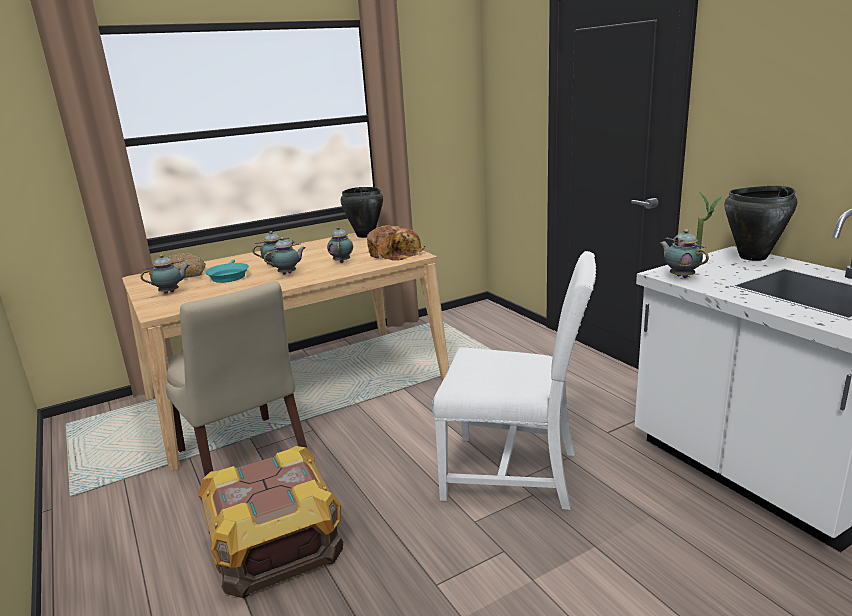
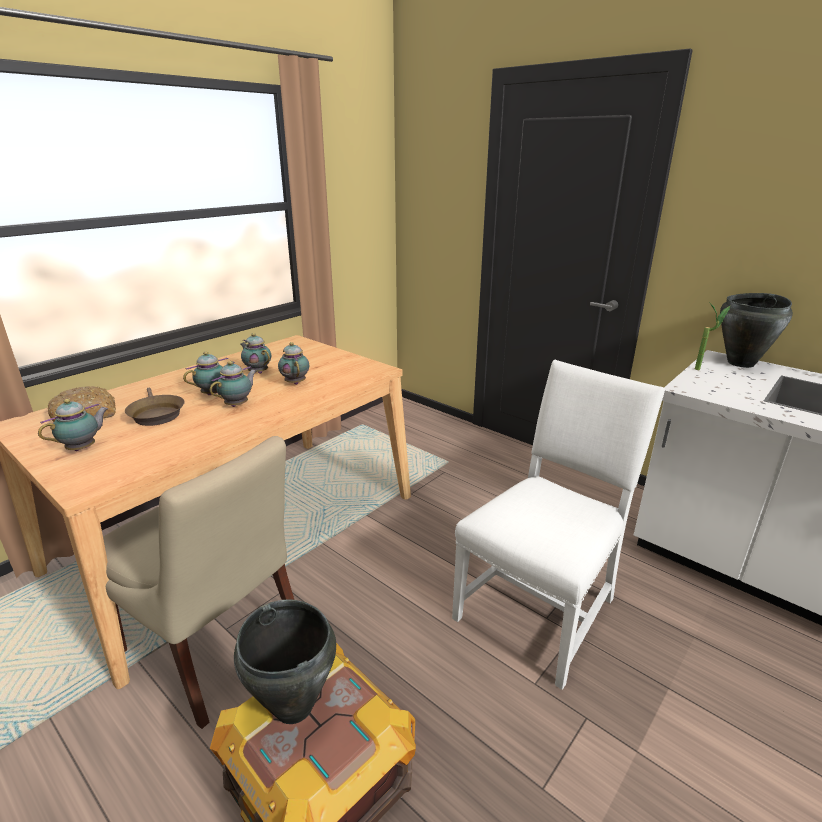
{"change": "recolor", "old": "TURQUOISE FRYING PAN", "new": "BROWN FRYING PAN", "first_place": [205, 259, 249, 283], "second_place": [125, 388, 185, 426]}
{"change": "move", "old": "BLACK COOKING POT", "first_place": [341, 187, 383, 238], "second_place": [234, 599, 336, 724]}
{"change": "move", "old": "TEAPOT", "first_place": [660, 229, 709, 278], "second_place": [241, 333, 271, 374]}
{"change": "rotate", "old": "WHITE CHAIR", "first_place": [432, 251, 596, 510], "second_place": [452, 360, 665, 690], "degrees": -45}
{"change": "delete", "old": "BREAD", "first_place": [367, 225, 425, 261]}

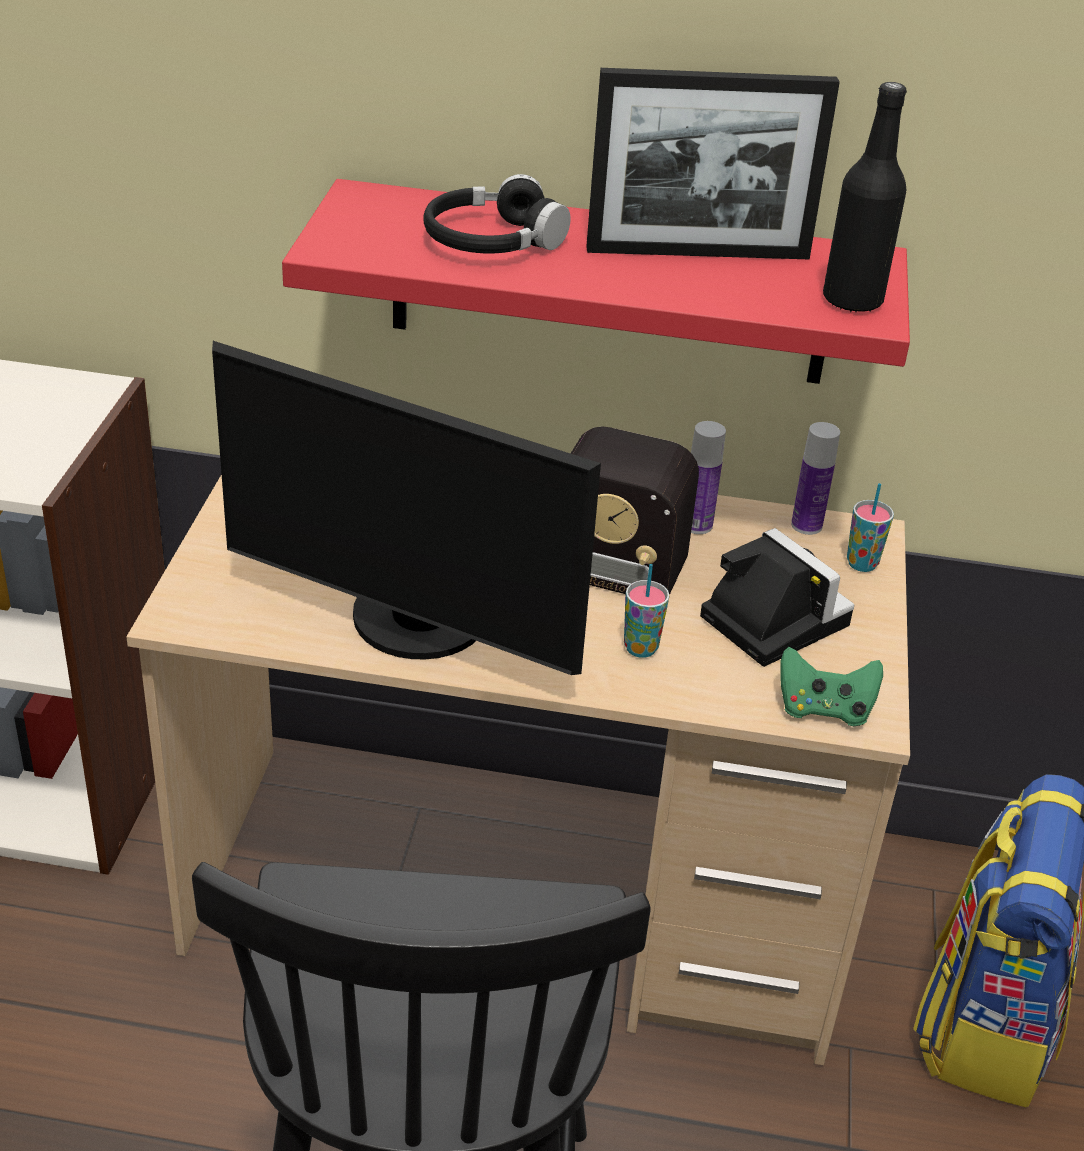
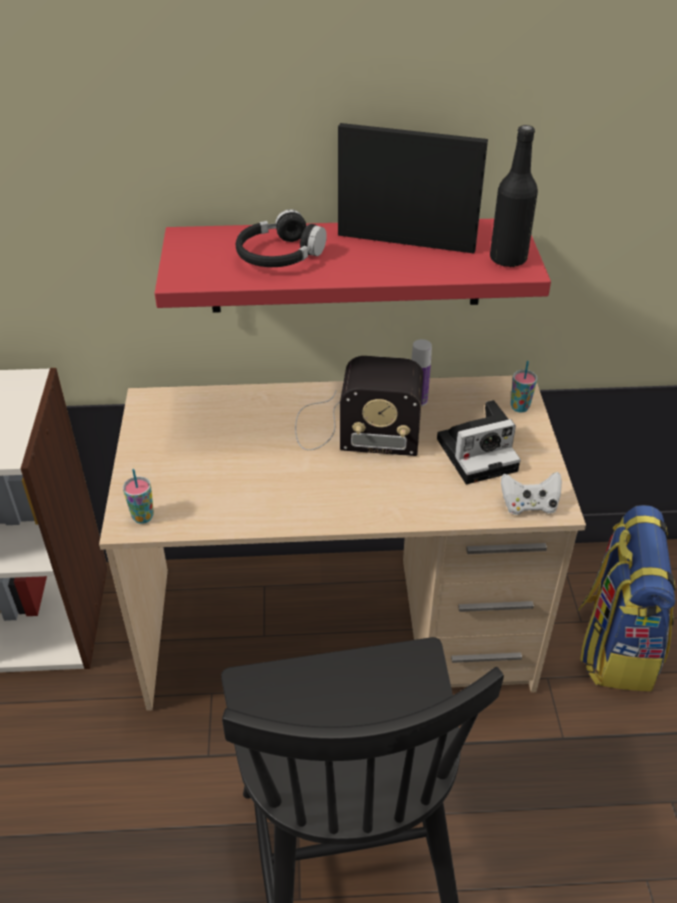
{"change": "move", "old": "CUP", "first_place": [624, 564, 669, 658], "second_place": [123, 469, 154, 524]}
{"change": "rotate", "old": "PICTURE FRAME", "first_place": [586, 68, 840, 259], "second_place": [338, 123, 488, 253], "degrees": -150}
{"change": "rotate", "old": "PHOTO CAMERA", "first_place": [700, 528, 854, 667], "second_place": [437, 400, 521, 484], "degrees": 120}
{"change": "recolor", "old": "GREEN GAME CONTROLLER", "new": "WHITE GAME CONTROLLER", "first_place": [780, 647, 883, 726], "second_place": [501, 472, 562, 515]}
{"change": "delete", "old": "MONITOR", "first_place": [212, 341, 601, 675]}
{"change": "delete", "old": "BOTTLE", "first_place": [791, 422, 840, 535]}

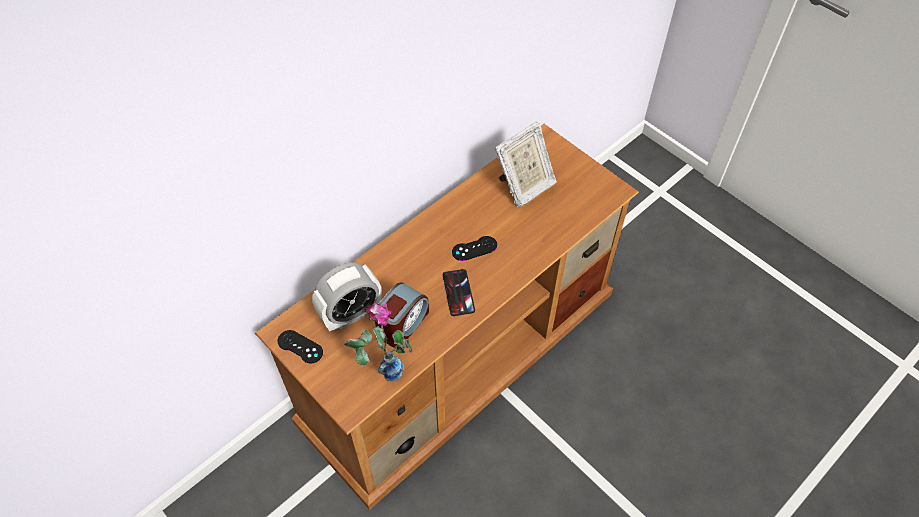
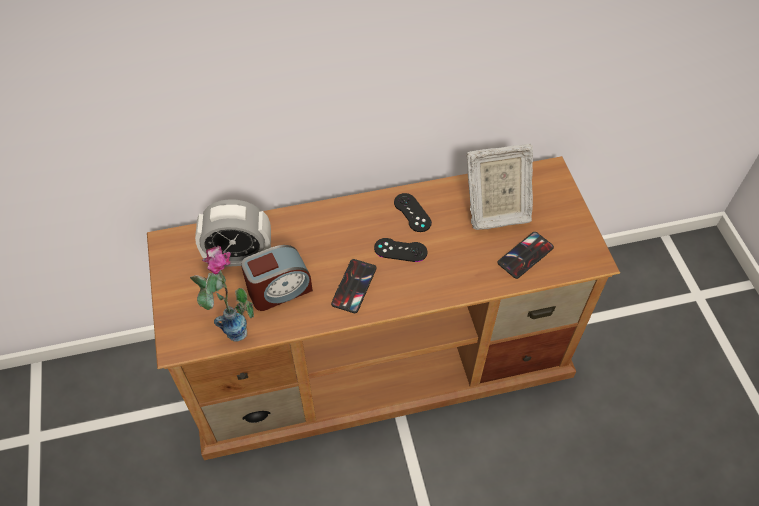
{"change": "move", "old": "BLACK GAME CONTROLLER", "first_place": [277, 330, 323, 363], "second_place": [394, 193, 432, 232]}
{"change": "insert", "new": "PHONE", "second_place": [497, 232, 554, 279]}

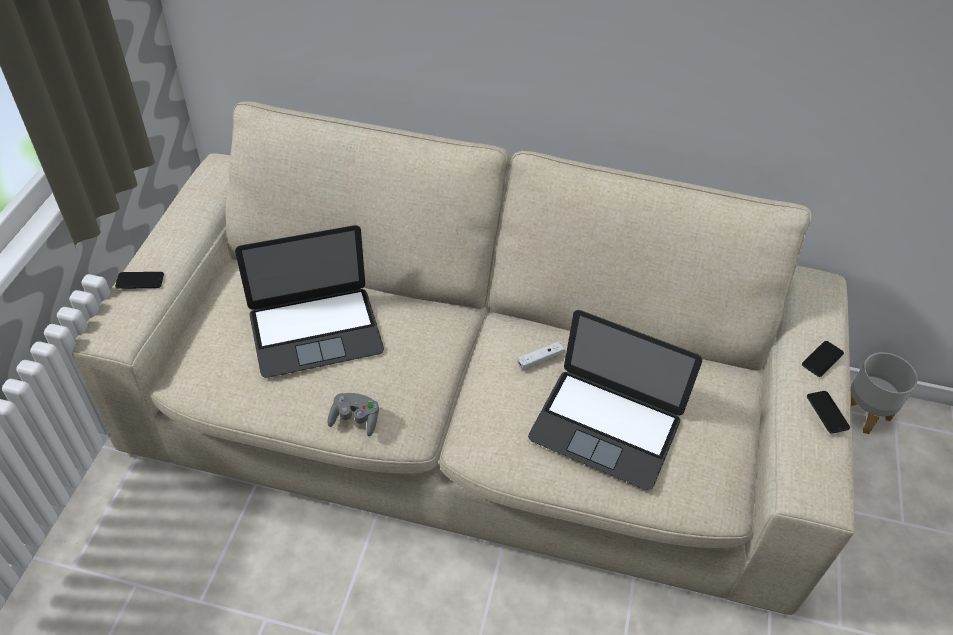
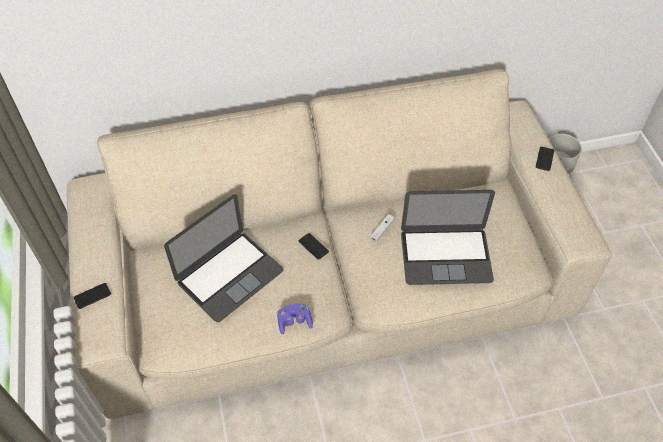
{"change": "recolor", "old": "GREY GAME CONTROLLER", "new": "PURPLE GAME CONTROLLER", "first_place": [327, 393, 379, 436], "second_place": [277, 304, 313, 334]}
{"change": "move", "old": "PHONE", "first_place": [807, 391, 850, 434], "second_place": [299, 233, 329, 260]}

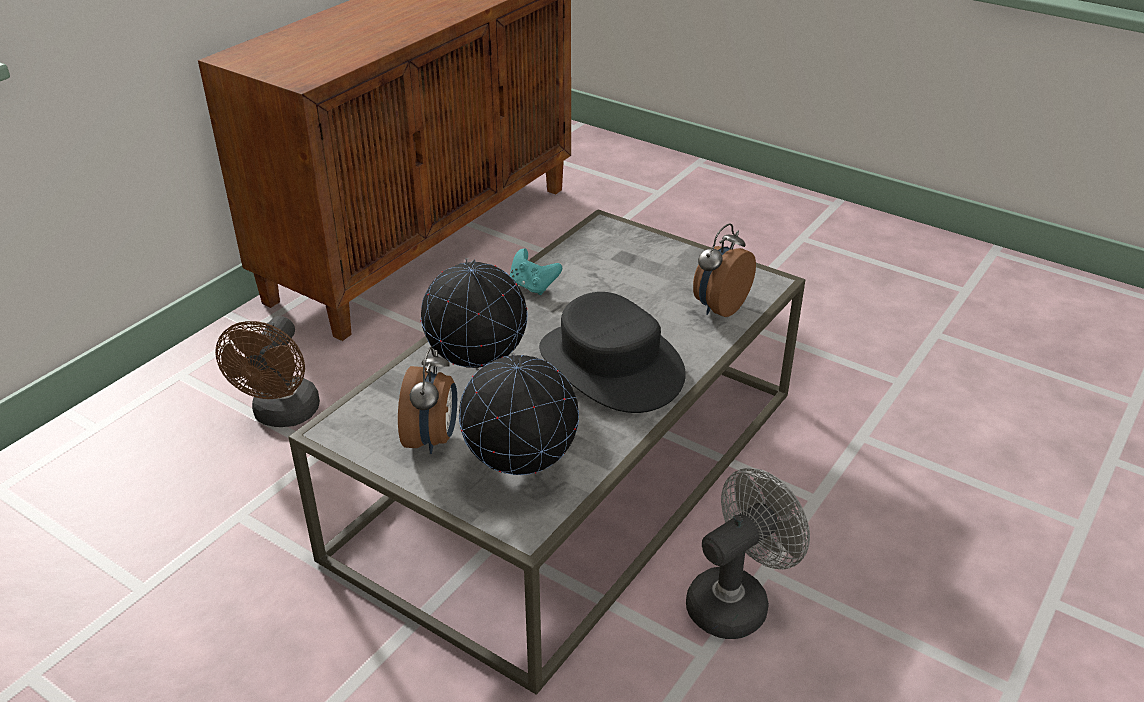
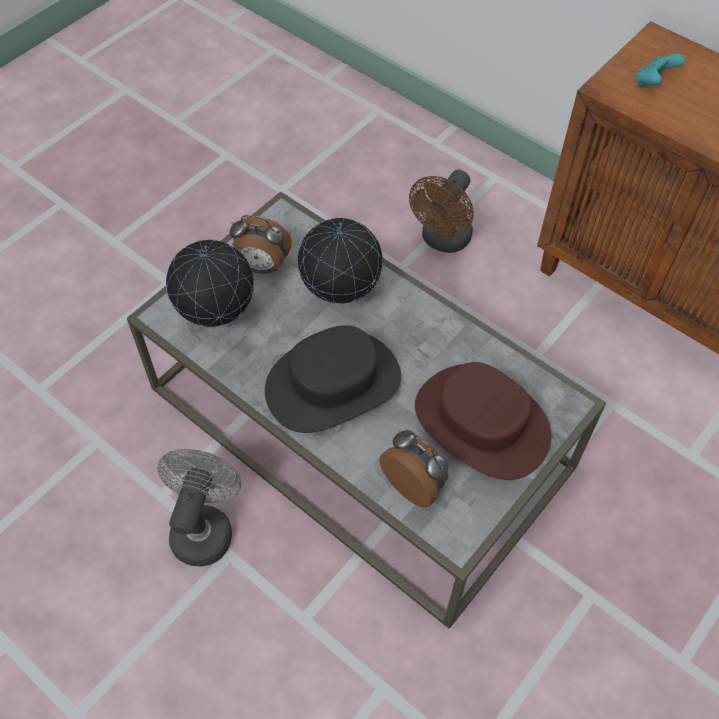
{"change": "rotate", "old": "GREY FAN", "first_place": [686, 468, 810, 639], "second_place": [157, 449, 241, 567], "degrees": -135}
{"change": "rotate", "old": "BROWN FAN", "first_place": [215, 316, 320, 427], "second_place": [409, 169, 474, 253], "degrees": -75}
{"change": "insert", "new": "BROWN HAT", "second_place": [415, 362, 551, 480]}
{"change": "move", "old": "TURQUOISE GAME CONTROLLER", "first_place": [510, 248, 562, 295], "second_place": [635, 54, 685, 87]}

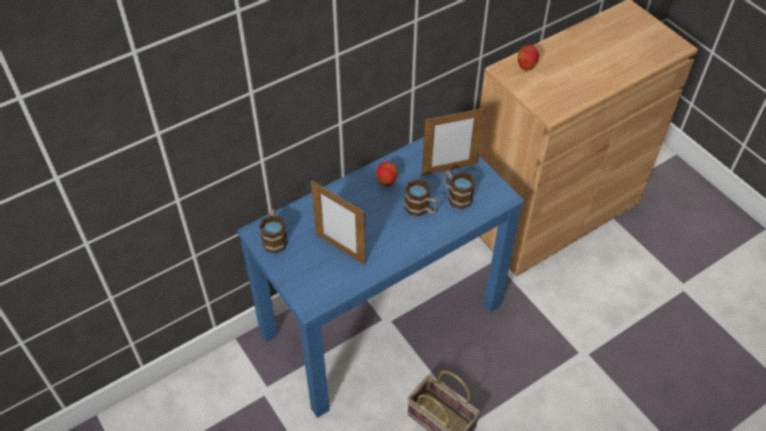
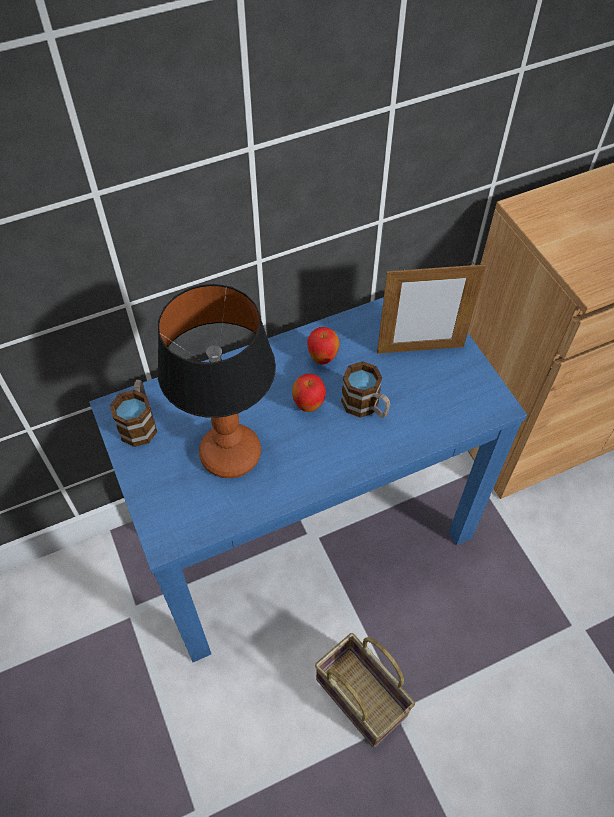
{"change": "replace", "old": "PICTURE FRAME", "new": "TABLE LAMP", "first_place": [311, 180, 366, 265], "second_place": [157, 284, 276, 478]}
{"change": "move", "old": "APPLE", "first_place": [518, 45, 539, 71], "second_place": [292, 374, 326, 412]}
{"change": "delete", "old": "MUG", "first_place": [444, 171, 475, 209]}

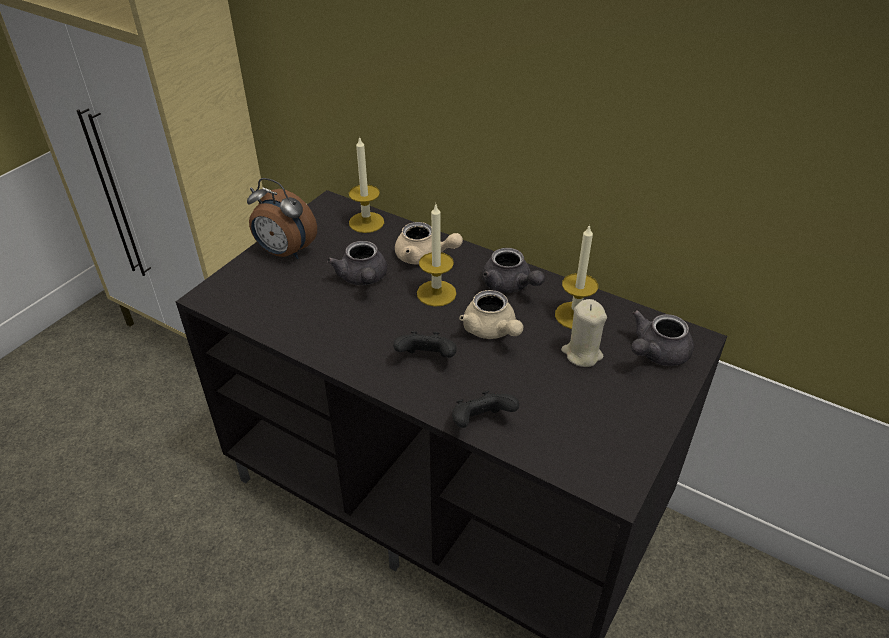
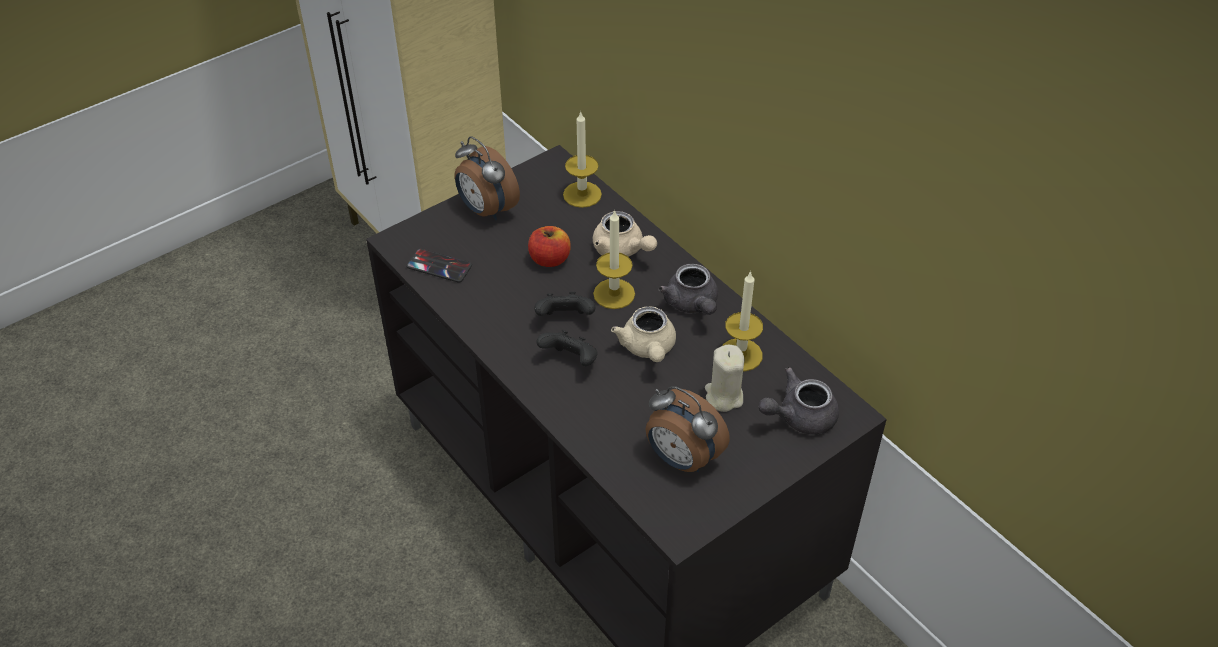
{"change": "insert", "new": "PHONE", "second_place": [406, 249, 472, 283]}
{"change": "replace", "old": "GREY TEAPOT", "new": "APPLE", "first_place": [327, 241, 387, 285], "second_place": [528, 226, 571, 267]}
{"change": "move", "old": "BLACK GAME CONTROLLER", "first_place": [452, 391, 519, 428], "second_place": [535, 291, 595, 316]}
{"change": "insert", "new": "ALARM CLOCK", "second_place": [645, 386, 730, 472]}

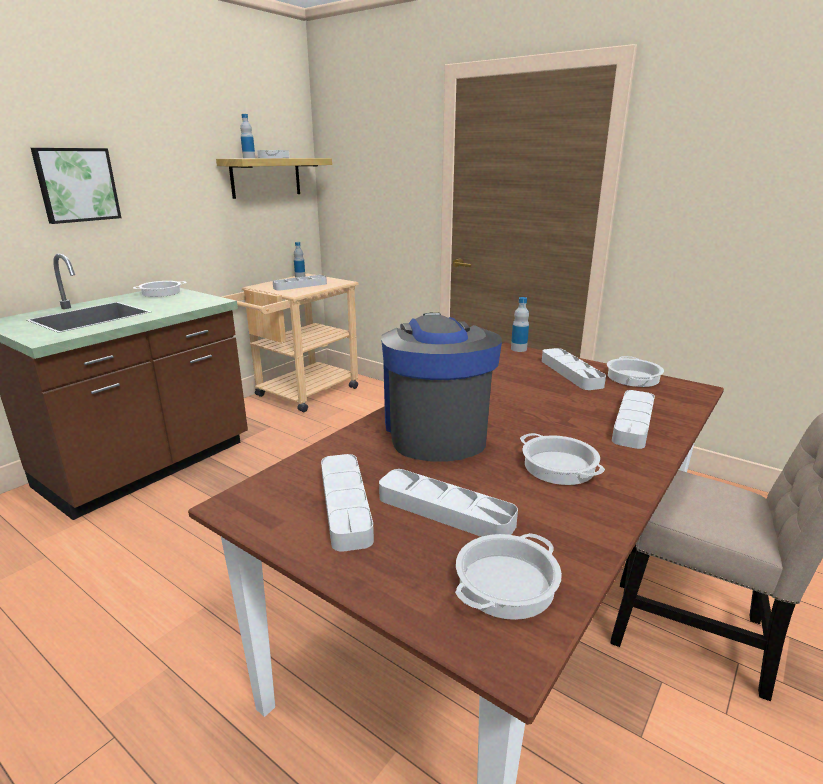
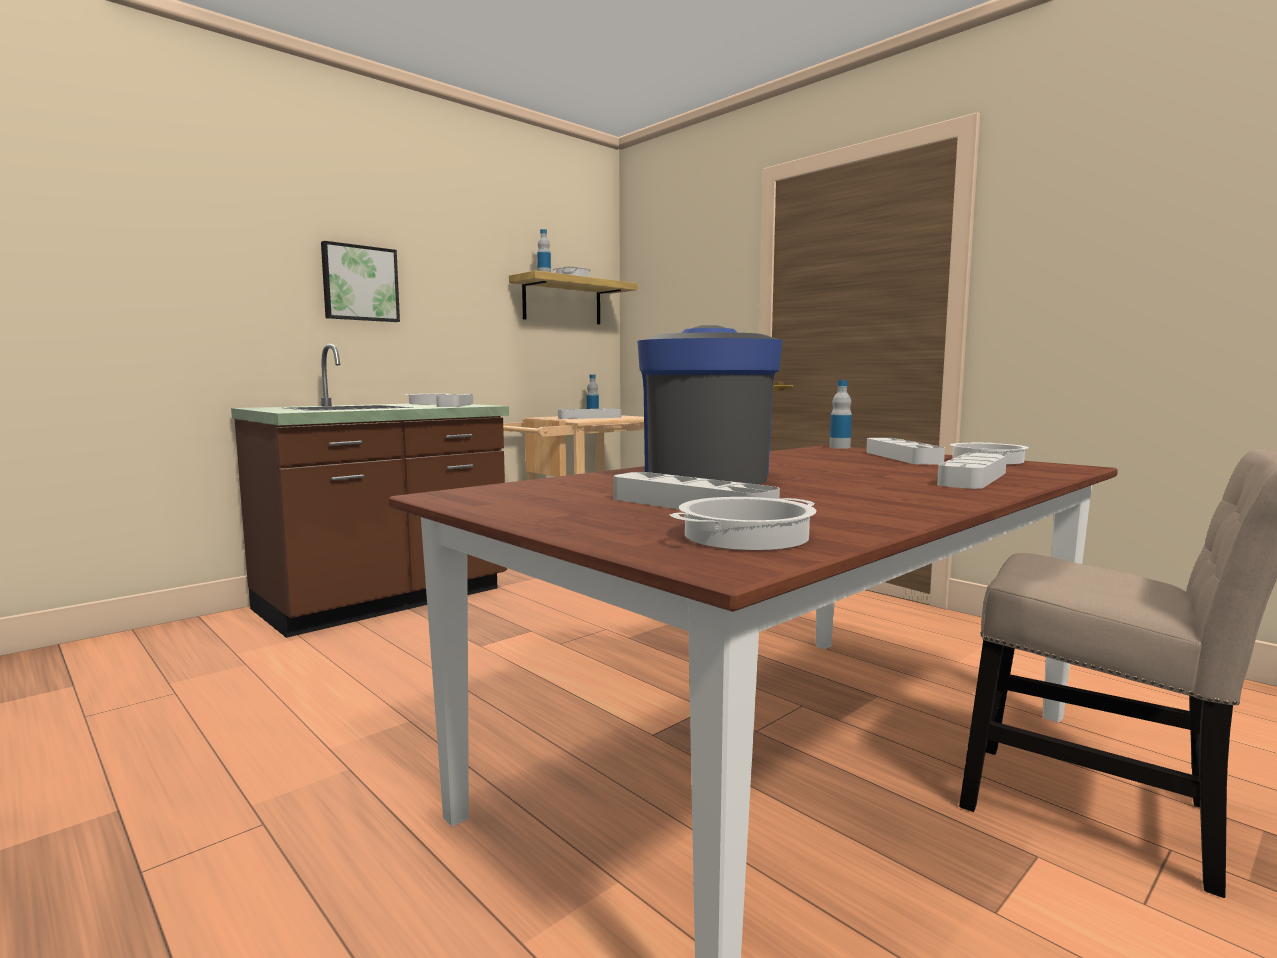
{"change": "move", "old": "GREY TRAY", "first_place": [321, 454, 374, 552], "second_place": [436, 394, 473, 407]}
{"change": "delete", "old": "COOKING POT", "first_place": [520, 433, 605, 485]}

